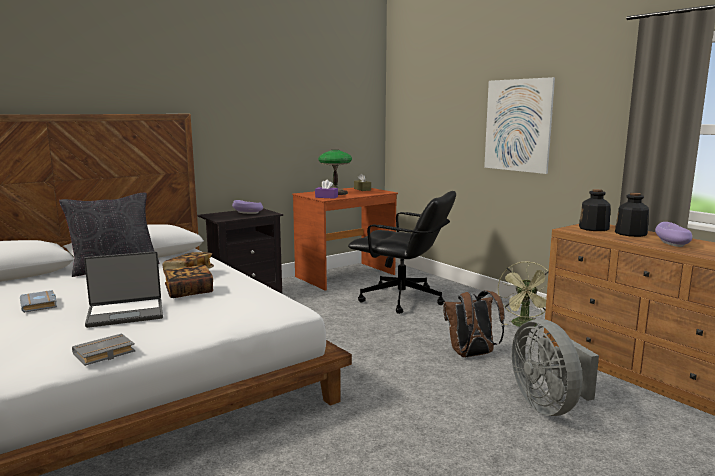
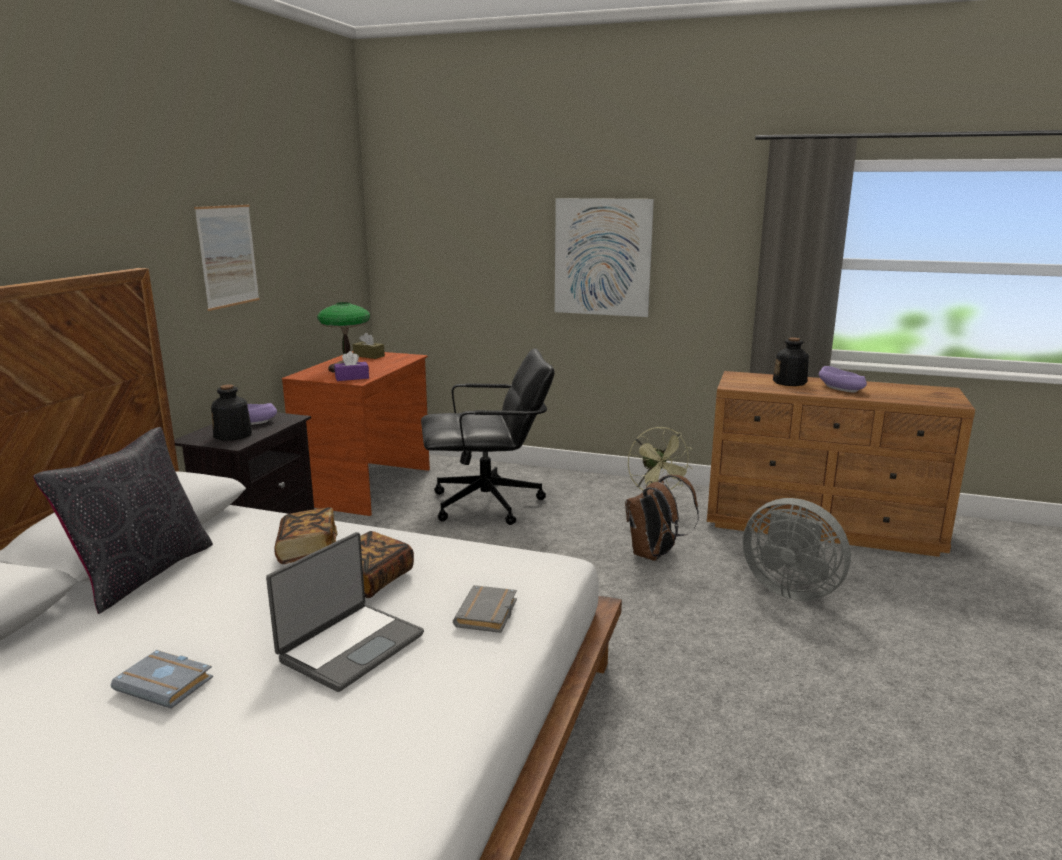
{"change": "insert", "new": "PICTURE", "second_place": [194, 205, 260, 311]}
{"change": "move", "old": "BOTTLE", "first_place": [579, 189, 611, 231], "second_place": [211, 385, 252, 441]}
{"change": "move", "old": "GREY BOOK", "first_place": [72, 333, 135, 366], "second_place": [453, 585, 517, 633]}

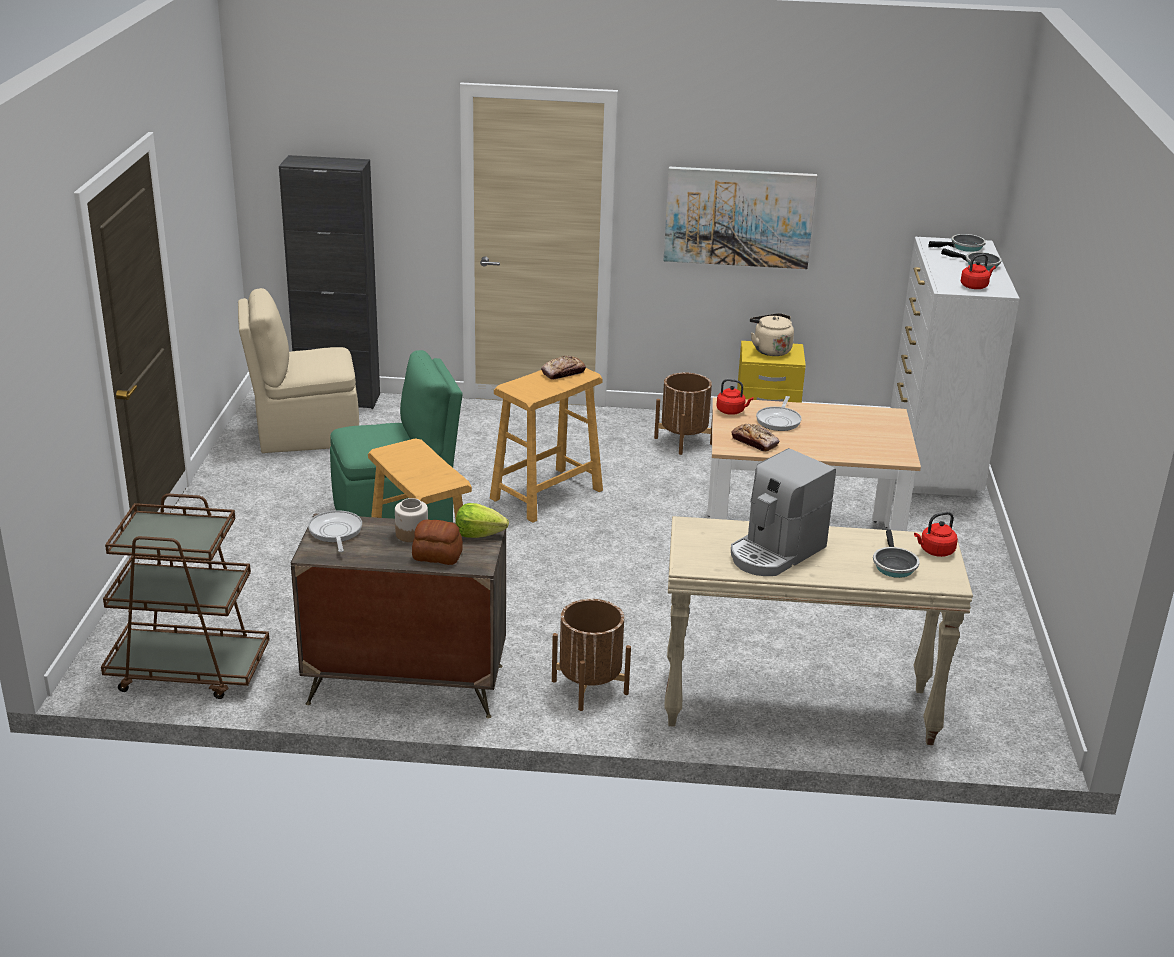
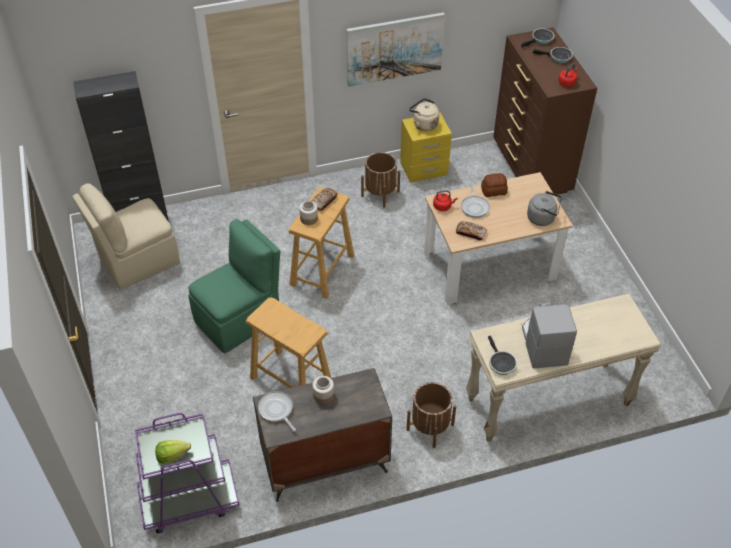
{"change": "recolor", "old": "BROWN CART", "new": "PURPLE CART", "first_place": [101, 494, 270, 699], "second_place": [135, 413, 239, 533]}
{"change": "move", "old": "LETTUCE", "first_place": [455, 503, 509, 538], "second_place": [155, 440, 191, 464]}
{"change": "insert", "new": "JAR", "second_place": [299, 201, 318, 225]}
{"change": "move", "old": "BREAD", "first_place": [412, 519, 463, 565], "second_place": [481, 173, 508, 197]}
{"change": "move", "old": "FRYING PAN", "first_place": [873, 529, 919, 578], "second_place": [488, 336, 517, 375]}
{"change": "recolor", "old": "WHITE DRESSER", "new": "BROWN DRESSER", "first_place": [891, 237, 1020, 497], "second_place": [493, 28, 597, 195]}
{"change": "rotate", "old": "COFFEE MACHINE", "first_place": [731, 448, 836, 576], "second_place": [522, 303, 577, 369], "degrees": 150}
{"change": "insert", "new": "GREY KETTLE", "second_place": [527, 191, 562, 226]}
{"change": "delete", "old": "RED KETTLE", "first_place": [914, 512, 958, 557]}

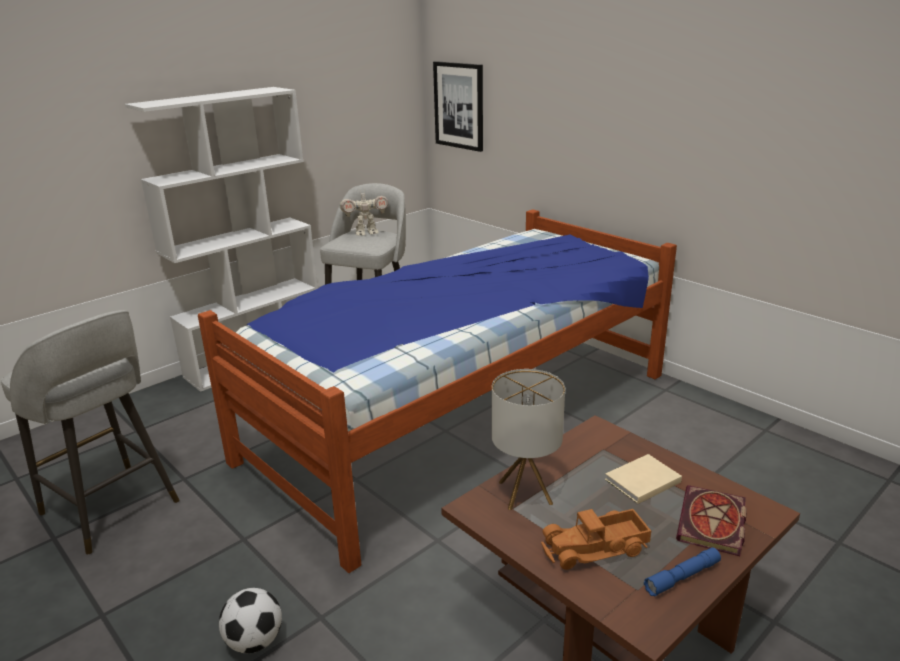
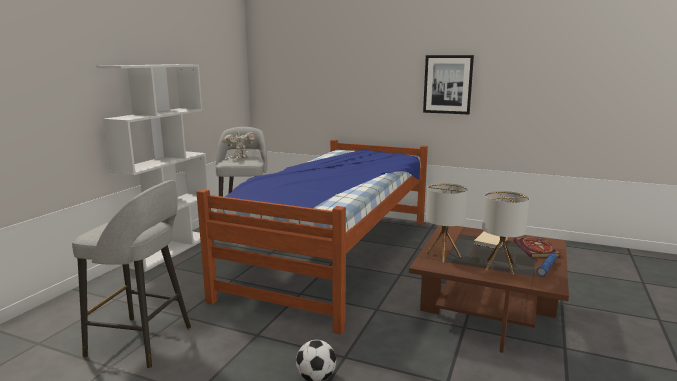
{"change": "move", "old": "PICTURE", "first_place": [433, 61, 483, 152], "second_place": [423, 55, 474, 114]}
{"change": "replace", "old": "TOY TRUCK", "new": "TABLE LAMP", "first_place": [541, 509, 651, 570], "second_place": [482, 191, 529, 275]}

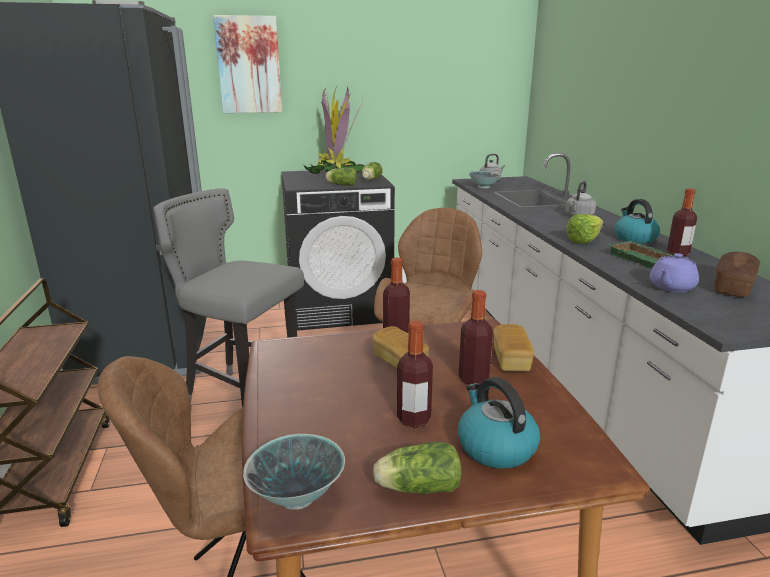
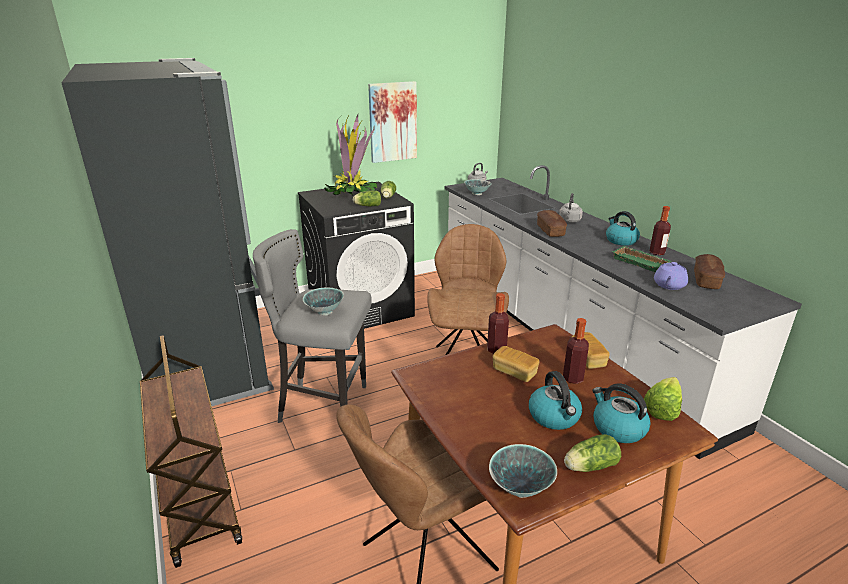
{"change": "insert", "new": "BOWL", "second_place": [303, 288, 344, 316]}
{"change": "move", "old": "PICTURE", "first_place": [213, 15, 282, 113], "second_place": [368, 81, 417, 163]}
{"change": "replace", "old": "BOTTLE", "new": "KETTLE", "first_place": [397, 321, 433, 428], "second_place": [529, 371, 582, 430]}
{"change": "insert", "new": "BREAD", "second_place": [537, 210, 567, 237]}
{"change": "move", "old": "LETTUCE", "first_place": [566, 214, 603, 244], "second_place": [644, 377, 682, 421]}

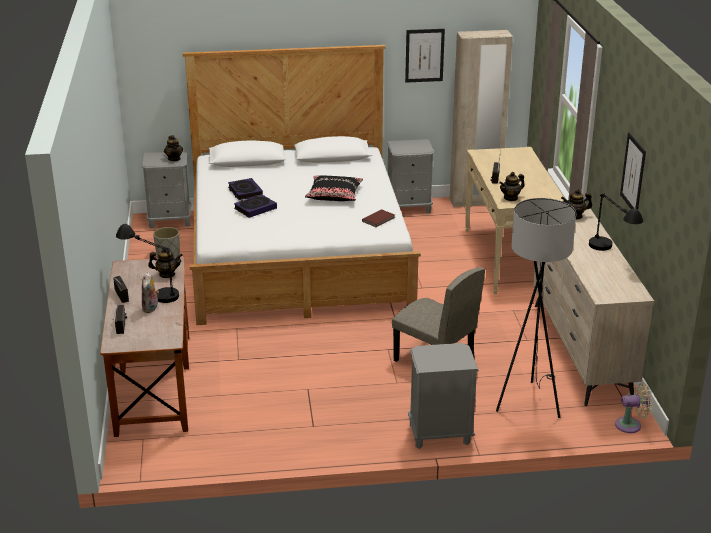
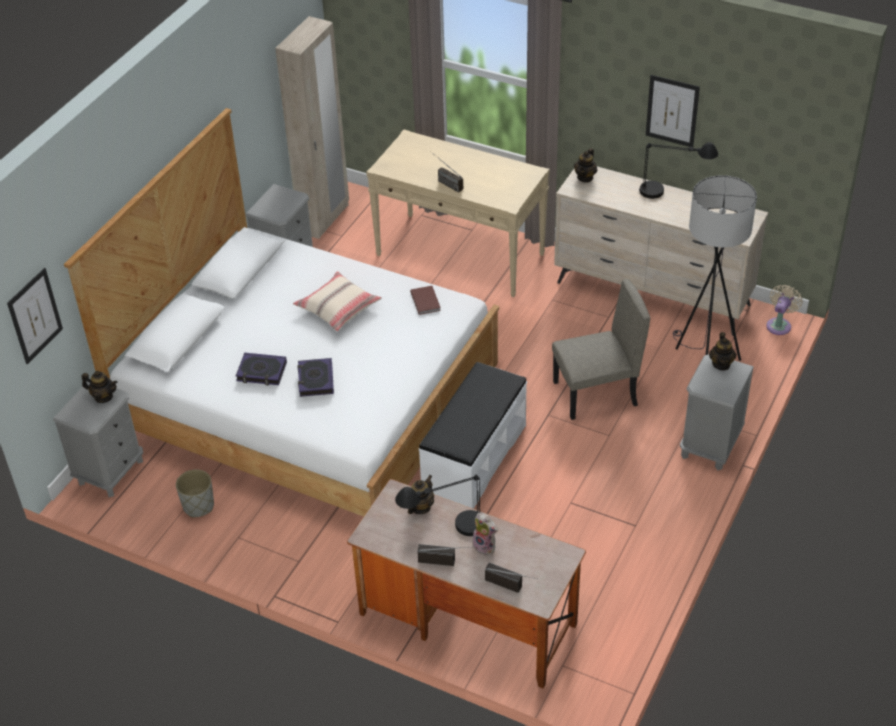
{"change": "move", "old": "PICTURE", "first_place": [405, 29, 445, 83], "second_place": [7, 268, 63, 364]}
{"change": "recolor", "old": "BLACK PILLOW", "new": "BEIGE PILLOW", "first_place": [305, 175, 363, 201], "second_place": [293, 271, 382, 331]}
{"change": "insert", "new": "WHITE BENCH", "second_place": [419, 362, 527, 509]}
{"change": "move", "old": "TEAPOT", "first_place": [499, 172, 525, 201], "second_place": [709, 332, 737, 371]}

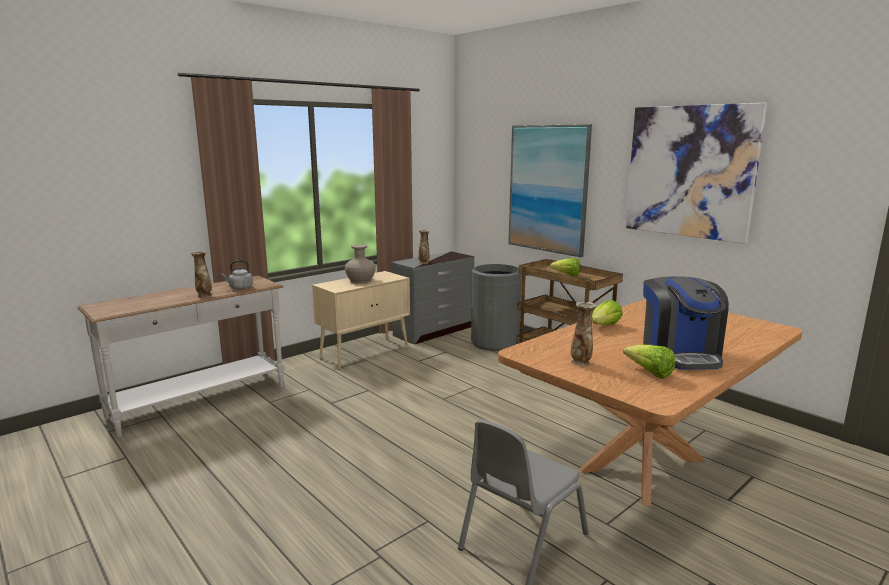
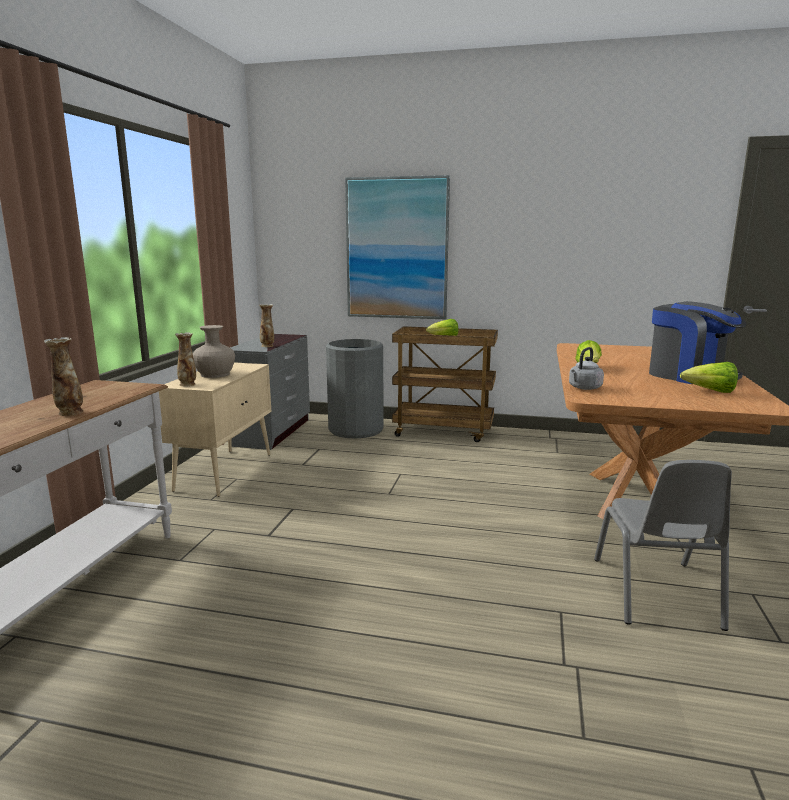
{"change": "move", "old": "VASE", "first_place": [571, 302, 596, 366], "second_place": [175, 332, 196, 386]}
{"change": "move", "old": "GREY KETTLE", "first_place": [221, 260, 253, 290], "second_place": [569, 347, 604, 390]}
{"change": "delete", "old": "PICTURE", "first_place": [625, 103, 767, 244]}

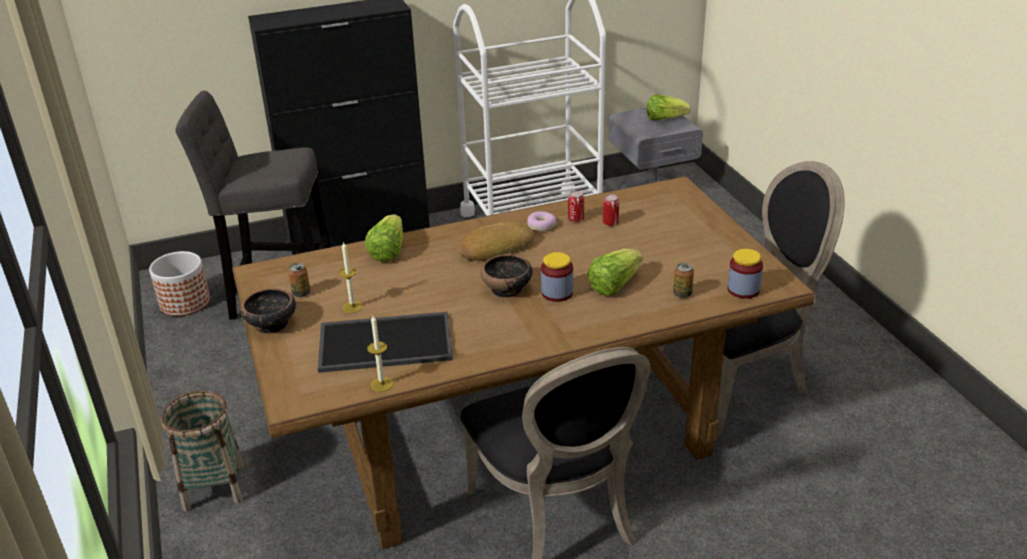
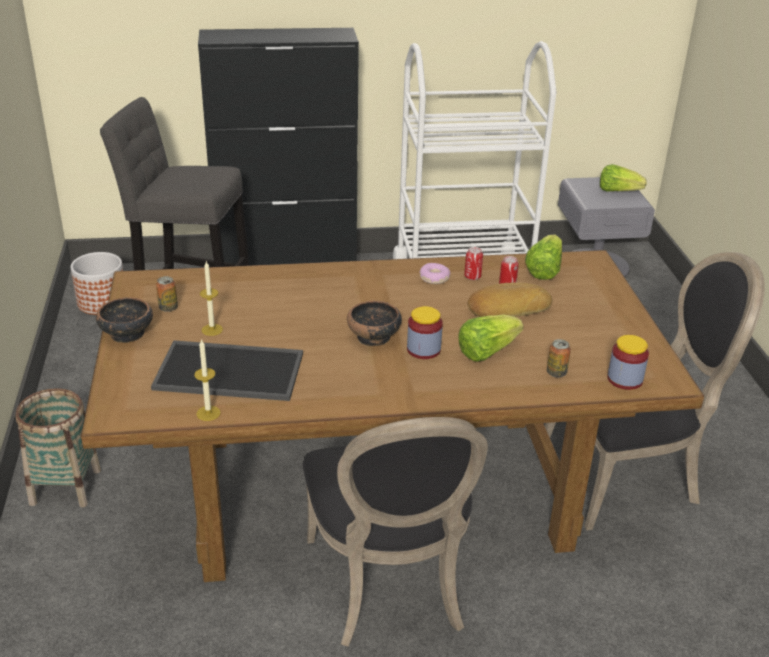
{"change": "move", "old": "BREAD", "first_place": [457, 222, 535, 261], "second_place": [468, 282, 552, 317]}
{"change": "move", "old": "LETTUCE", "first_place": [365, 214, 403, 262], "second_place": [525, 235, 562, 280]}

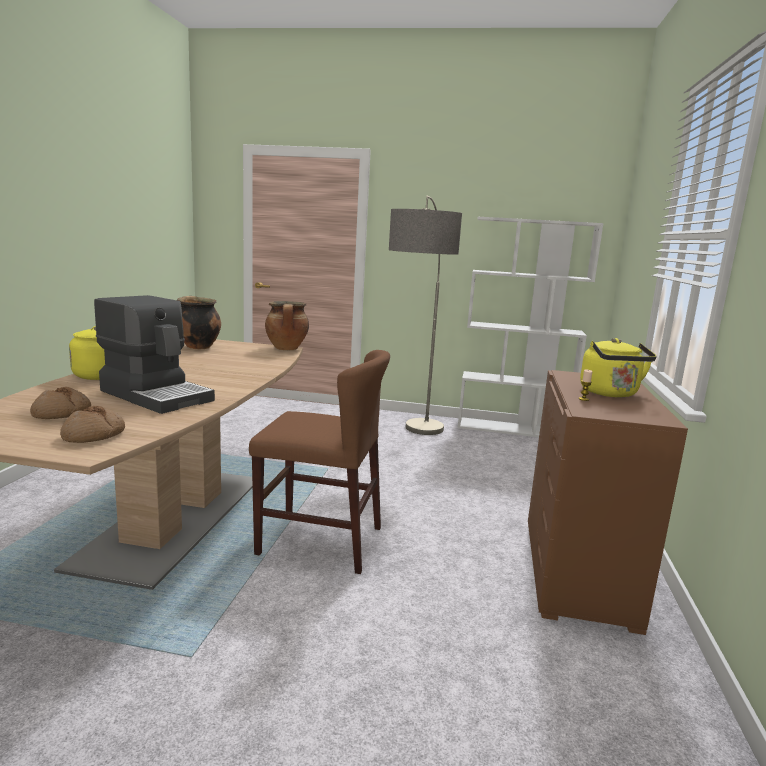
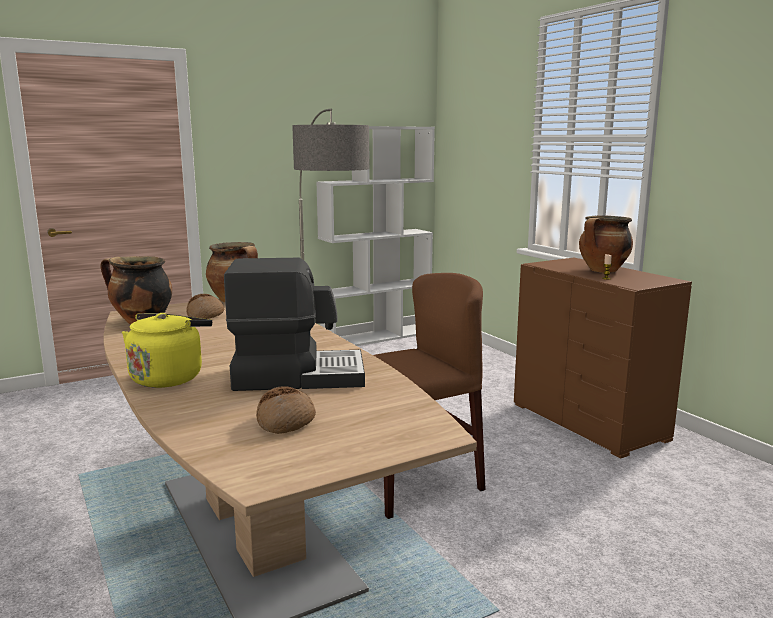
{"change": "move", "old": "BREAD", "first_place": [60, 406, 125, 443], "second_place": [186, 294, 224, 319]}
{"change": "replace", "old": "YELLOW KETTLE", "new": "COOKING POT", "first_place": [580, 338, 657, 397], "second_place": [579, 216, 633, 273]}

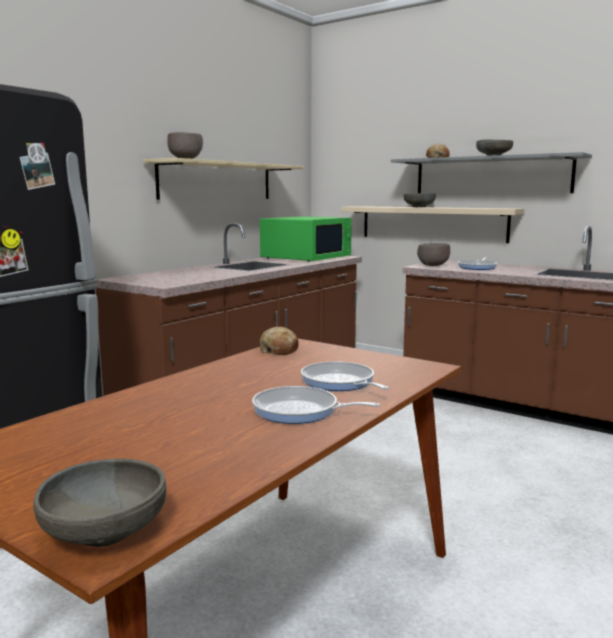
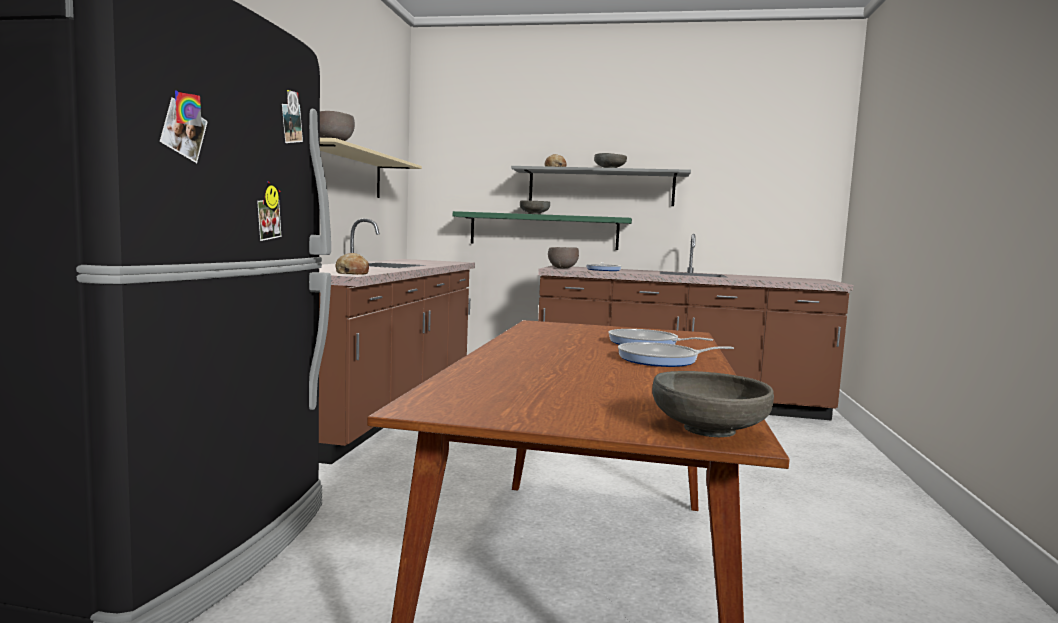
{"change": "move", "old": "BREAD", "first_place": [260, 327, 299, 355], "second_place": [336, 253, 369, 275]}
{"change": "recolor", "old": "BEIGE SHELF", "new": "GREEN SHELF", "first_place": [341, 206, 525, 243], "second_place": [453, 211, 632, 250]}
{"change": "delete", "old": "GREEN MICROWAVE", "first_place": [260, 216, 352, 262]}

